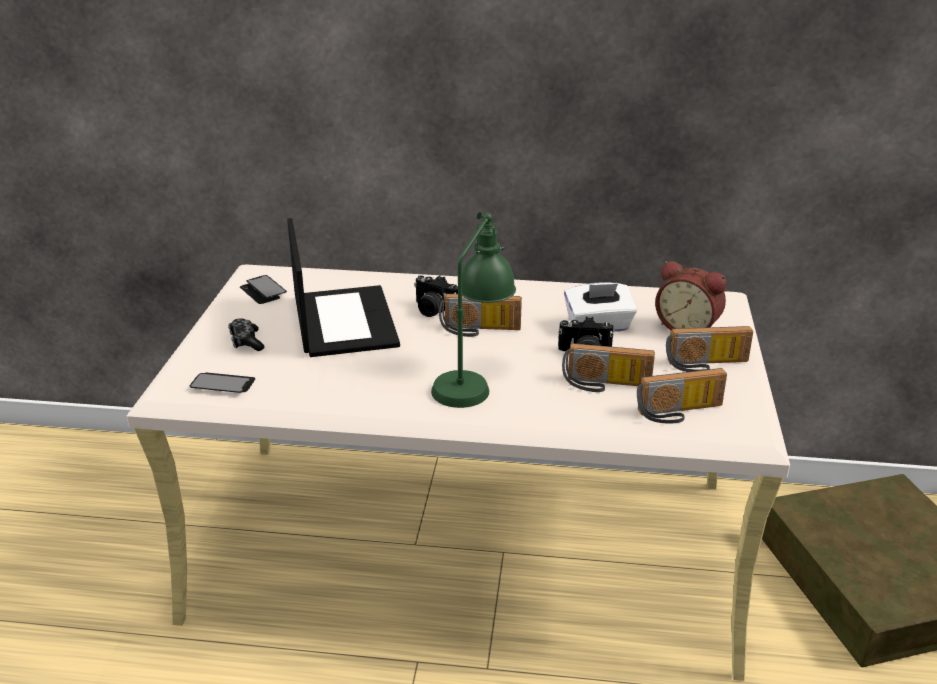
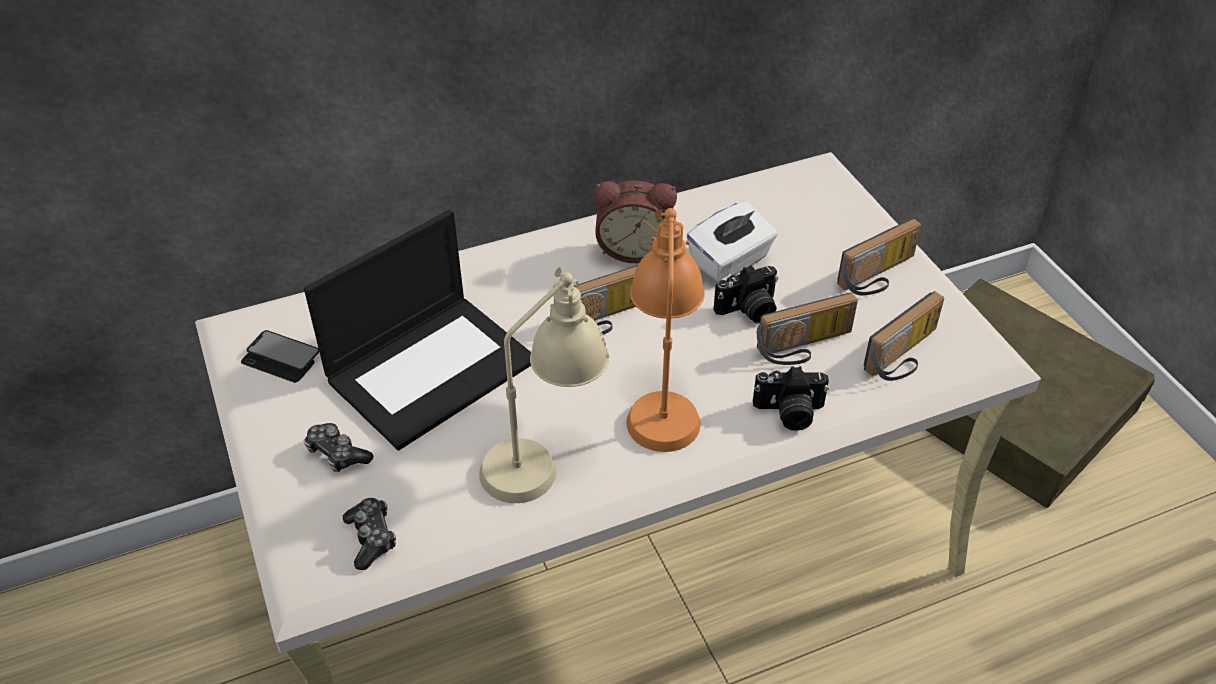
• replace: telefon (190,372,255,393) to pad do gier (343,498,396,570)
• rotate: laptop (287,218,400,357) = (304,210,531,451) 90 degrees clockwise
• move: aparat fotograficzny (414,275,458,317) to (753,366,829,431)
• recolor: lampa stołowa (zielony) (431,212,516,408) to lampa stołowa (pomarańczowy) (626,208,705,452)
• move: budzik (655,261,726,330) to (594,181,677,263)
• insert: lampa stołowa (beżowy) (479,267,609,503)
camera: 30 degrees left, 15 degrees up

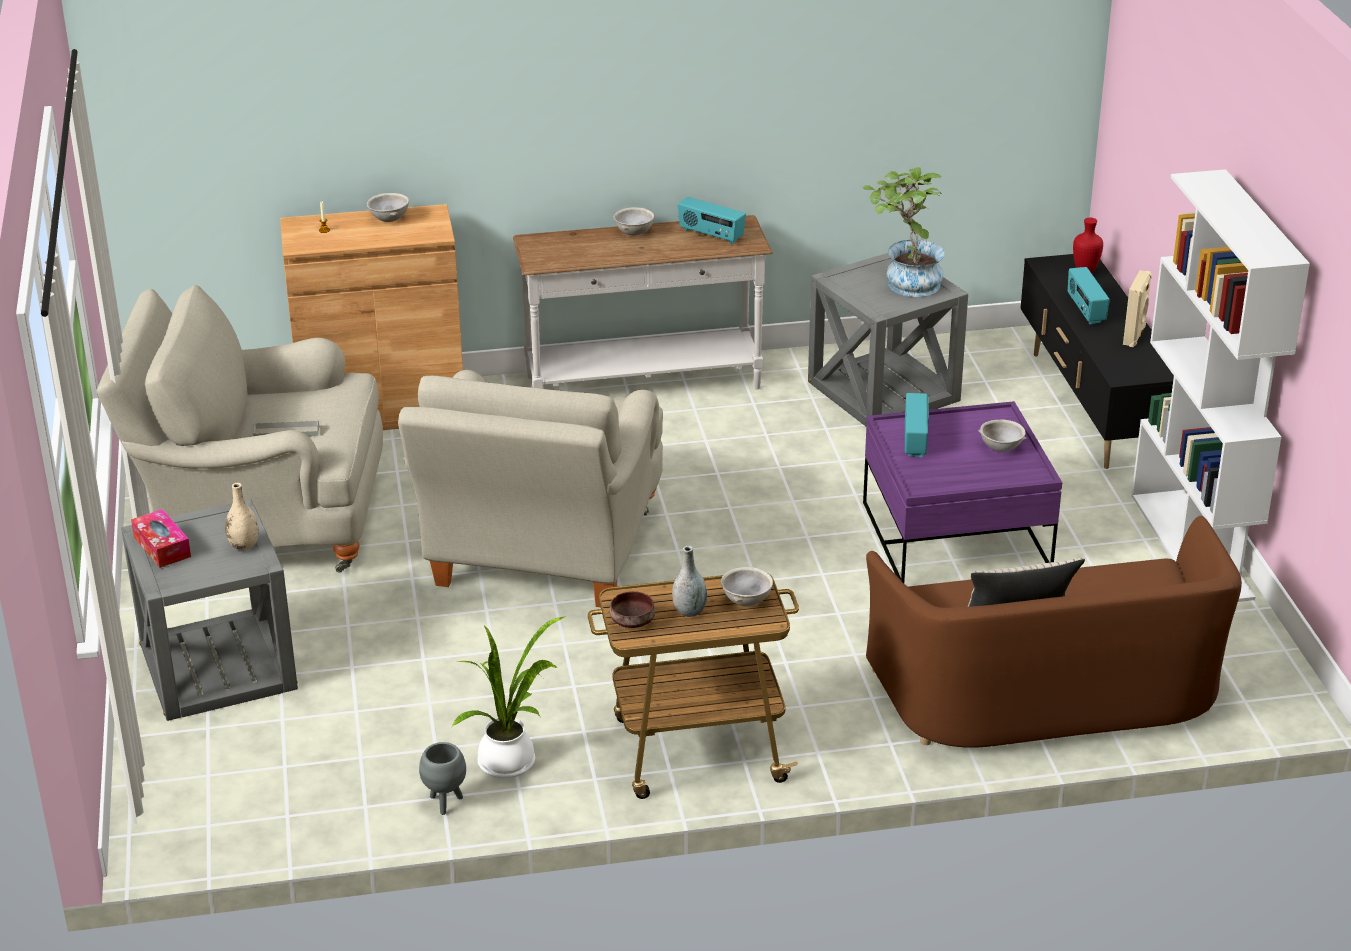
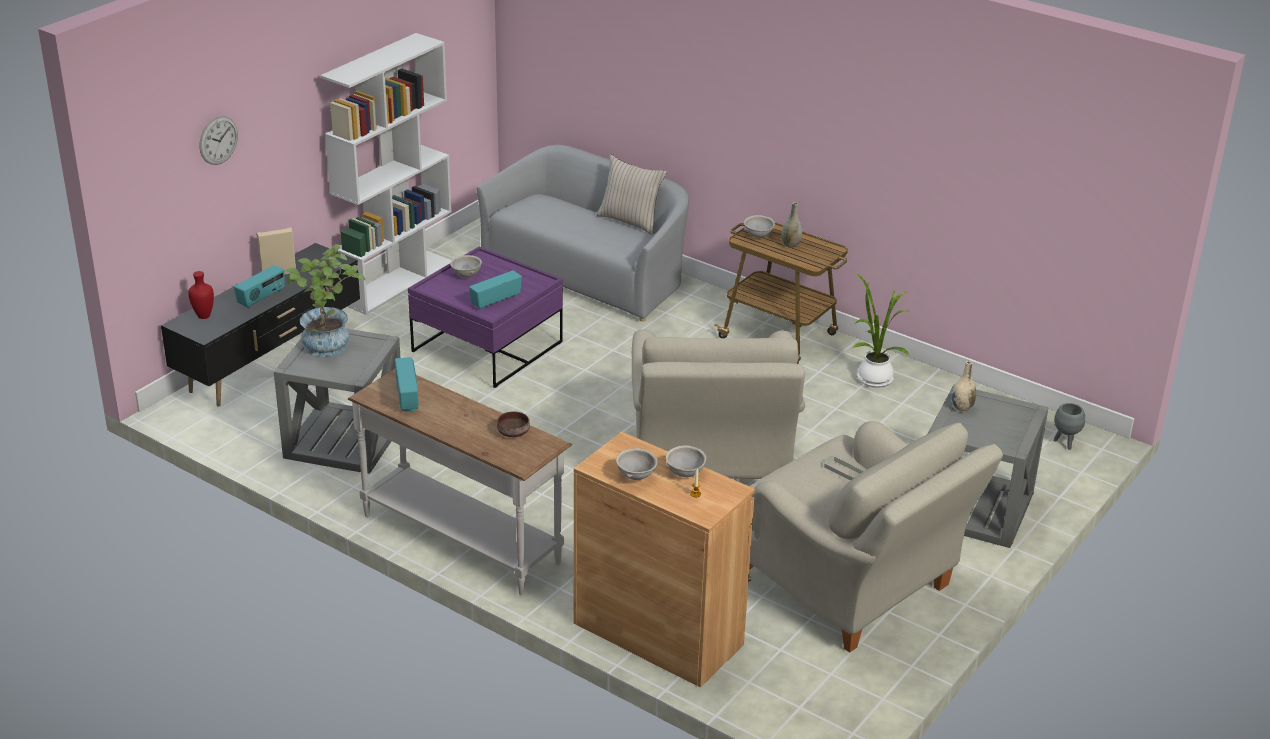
• delete: pudełko chusteczek (131,509,191,568)
• rotate: fotel (beżowy) (398,370,663,607) = (632,329,805,479) 120 degrees clockwise
• move: donica (szary) (419,742,466,815) to (1053,403,1085,450)
• move: miska (brązowy) (610,591,655,628) to (497,412,530,437)
• move: miska (szary) (613,207,654,236) to (665,445,707,477)
• recolor: kanapa (brązowy) (866,516,1242,748) to kanapa (szary) (476,145,689,322)
• insert: zegar ścienny (200,116,238,165)
camera: 135 degrees left, 0 degrees up

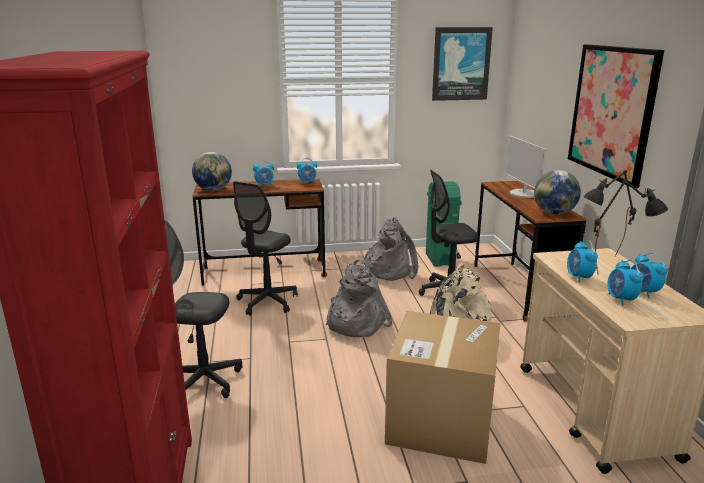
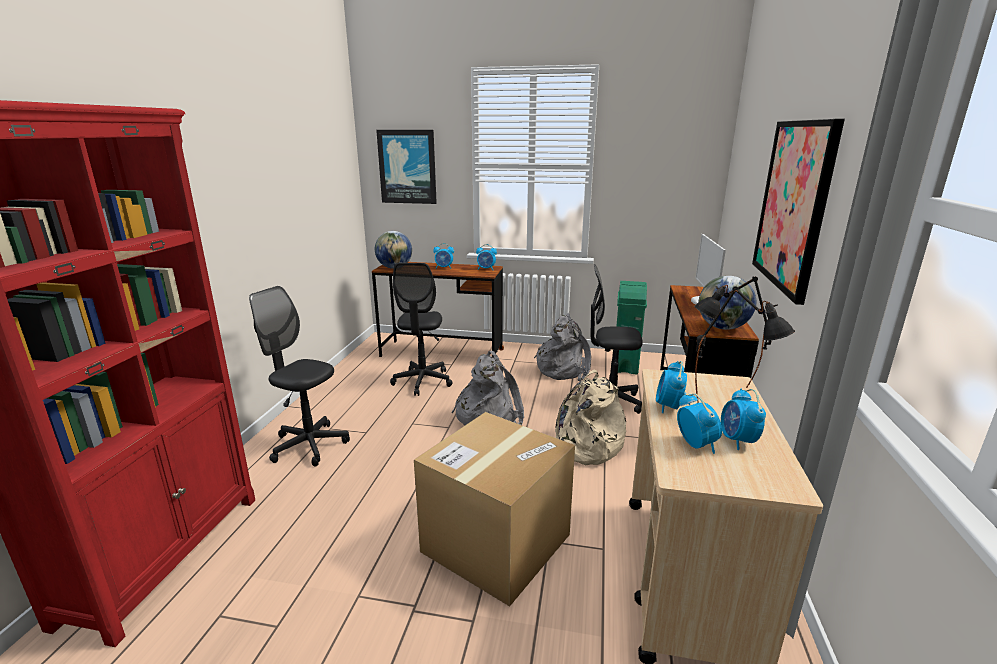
• rotate: krzesło biurowe (czarny) (233,181,298,316) = (390,263,453,396) 45 degrees counterclockwise
• move: obraz (432,27,493,101) to (376,130,437,204)
• rotate: budzik (607,259,643,306) = (677,393,722,454) 150 degrees clockwise
camera: 20 degrees right, 0 degrees up

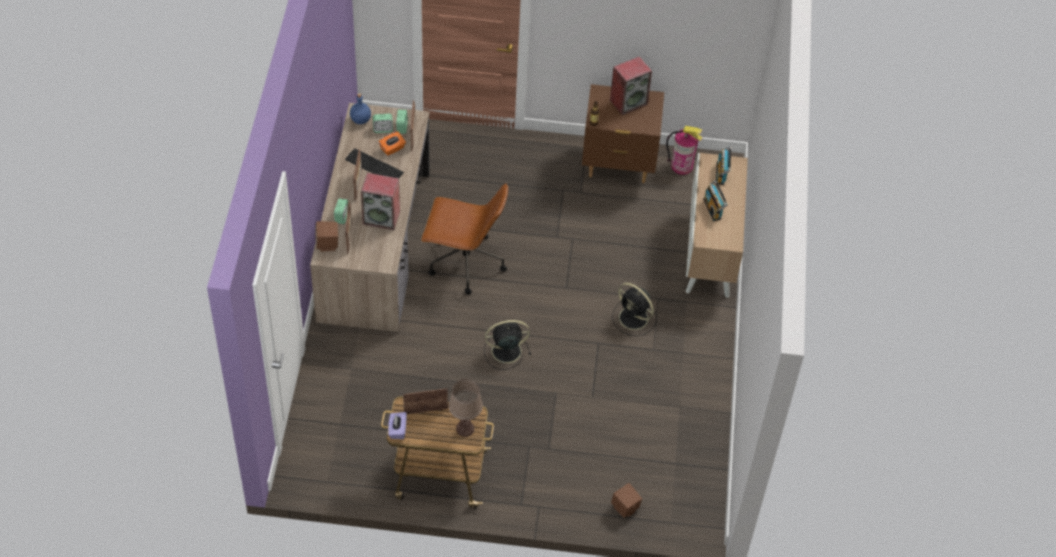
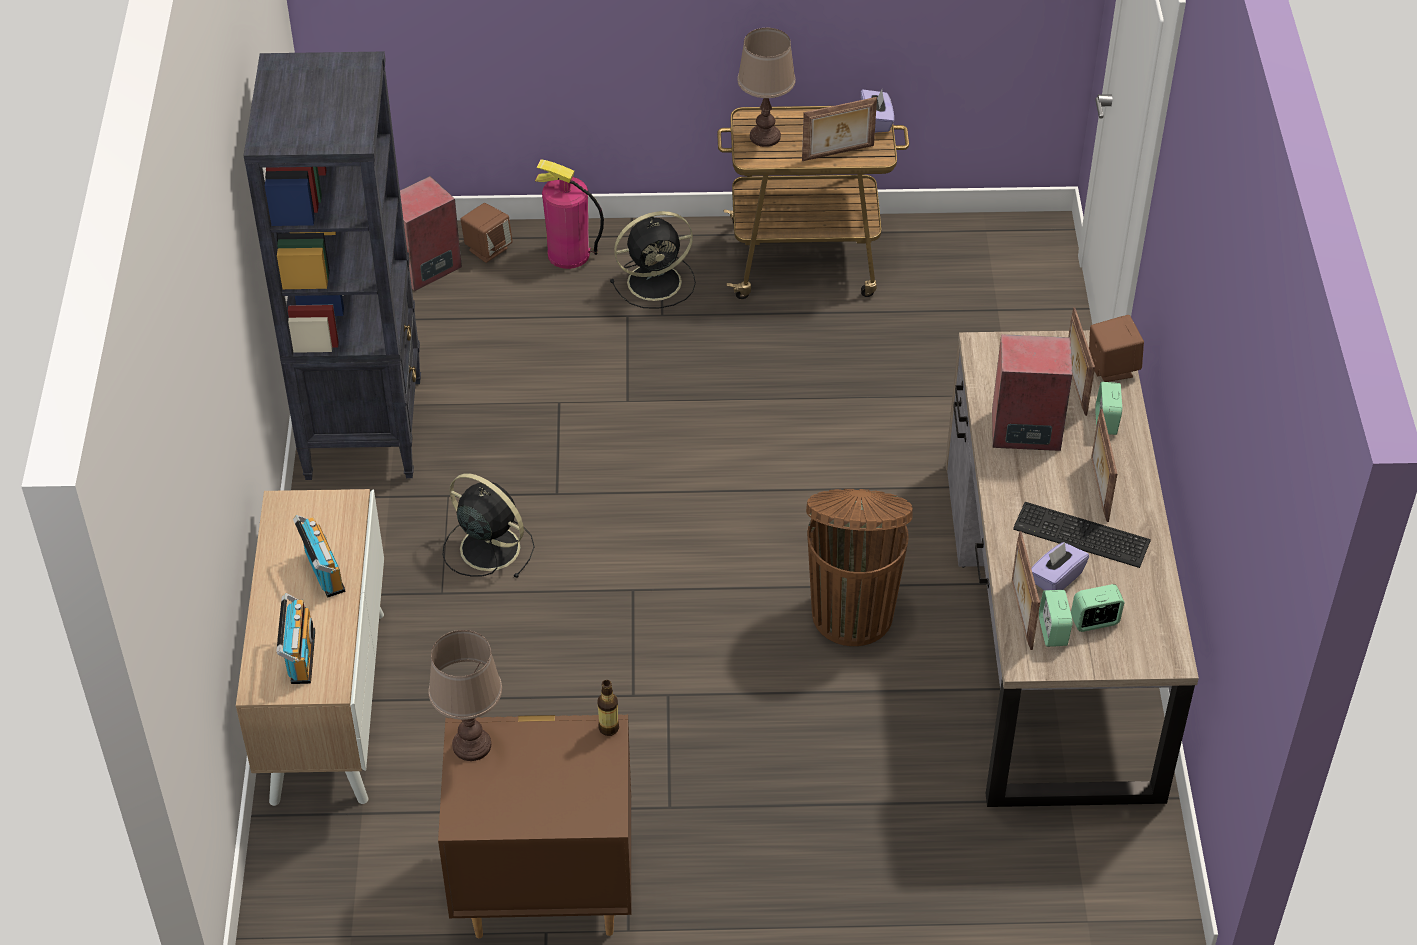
• delete: butelka (niebieski) (350,93,371,124)
• recolor: pudełko chusteczek (pomarańczowy) (379,131,406,156) to pudełko chusteczek (fioletowy) (1031,542,1089,591)
• replace: krzesło biurowe (brązowy) (421,183,508,295) to kosz na śmieci (brązowy) (806,489,913,646)
• move: wentylator (czarny) (484,320,531,370) to (610,211,696,309)
• move: głośnik (610,56,652,115) to (400,176,462,291)
• move: gaśnica (666,126,703,175) to (535,159,604,269)
• insert: regał (czarny) (244,51,421,480)
• insert: lampa stołowa (brązowy) (429,630,502,761)
camera: 175 degrees right, 5 degrees down

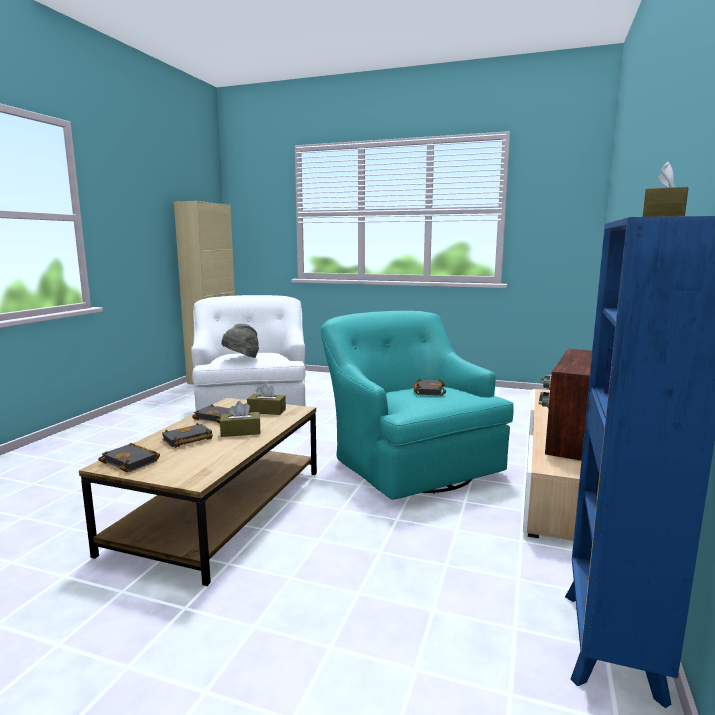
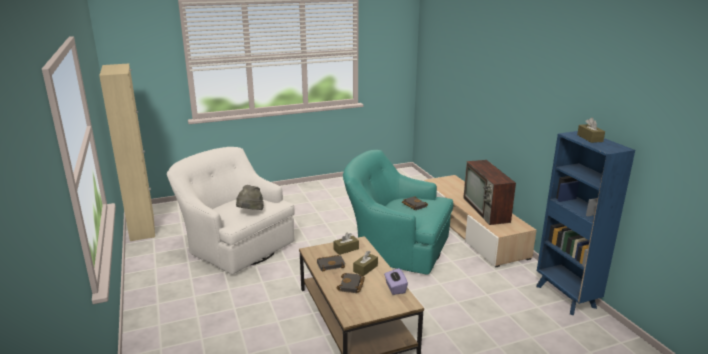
• delete: książka (czarny) (98,443,160,472)
• insert: pudełko chusteczek (fioletowy) (384,268,408,295)
camera: 40 degrees left, 10 degrees up

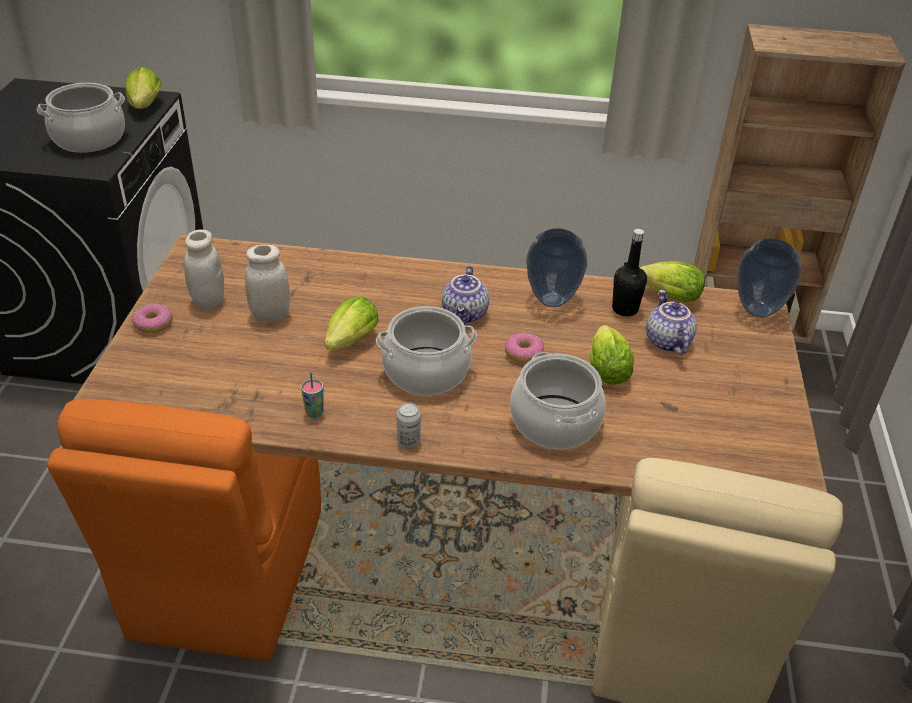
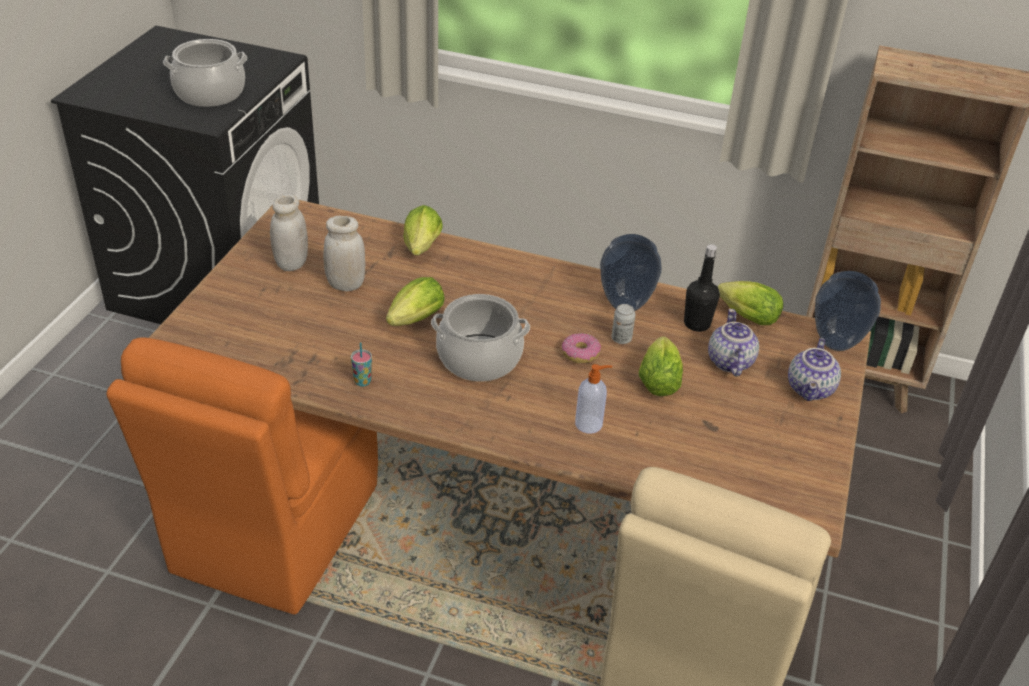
• move: sałata (125,66,162,109) to (404,205,443,255)
• delete: donut (132,304,173,333)
• move: puszka (397,403,421,447) to (611,304,636,344)
• move: imbryk (442,266,489,324) to (788,338,841,401)
• replace: garnek (510,352,606,449) to dozownik mydła (575,364,612,434)
camera: 10 degrees right, 0 degrees up

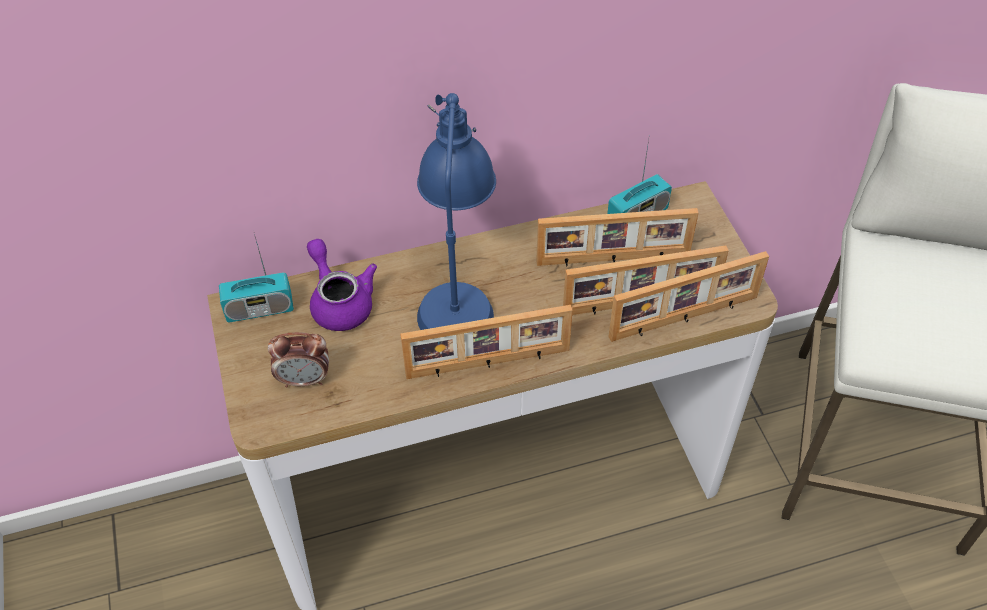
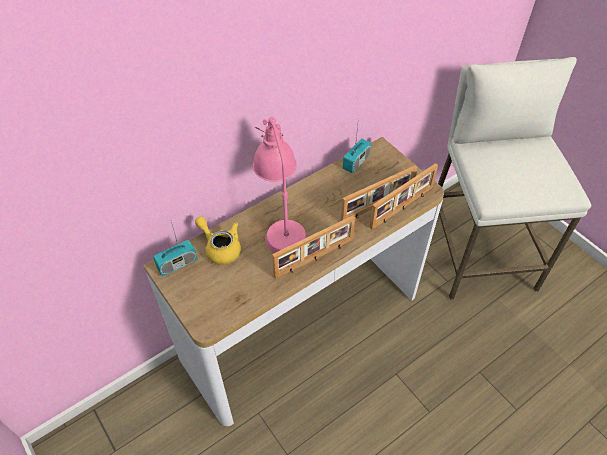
• delete: budzik (268,332,329,388)
• recolor: imbryk (fioletowy) (307,239,377,331) to imbryk (żółty) (195,216,241,265)
• recolor: lampa stołowa (niebieski) (417,93,496,330) to lampa stołowa (różowy) (253,117,308,253)
• delete: ramka na zdjęcie (536,208,698,266)
camera: 20 degrees left, 0 degrees up

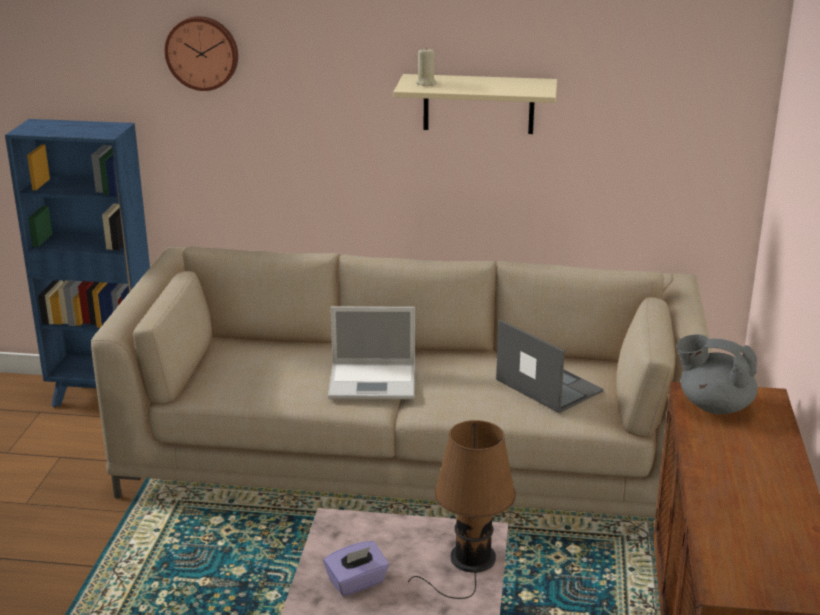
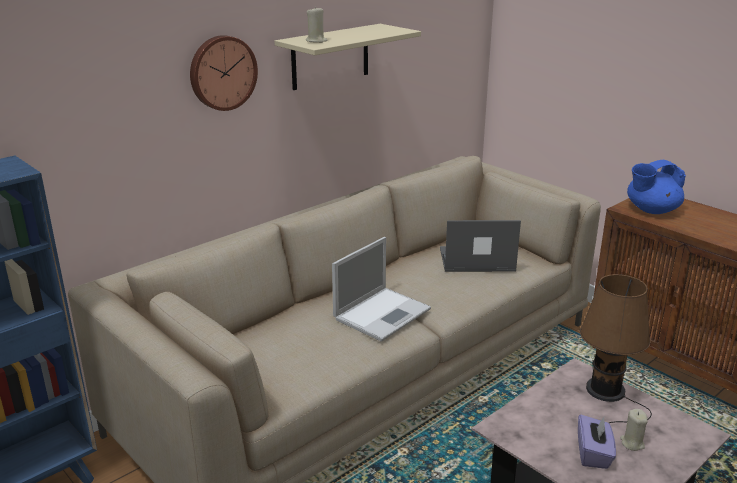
• move: zegar ścienny (165,16,238,91) to (190,35,258,111)
• recolor: imbryk (szary) (676,334,758,414) to imbryk (niebieski) (627,160,686,214)
• insert: świeca (beżowy) (620,409,648,451)
camera: 50 degrees left, 0 degrees up

